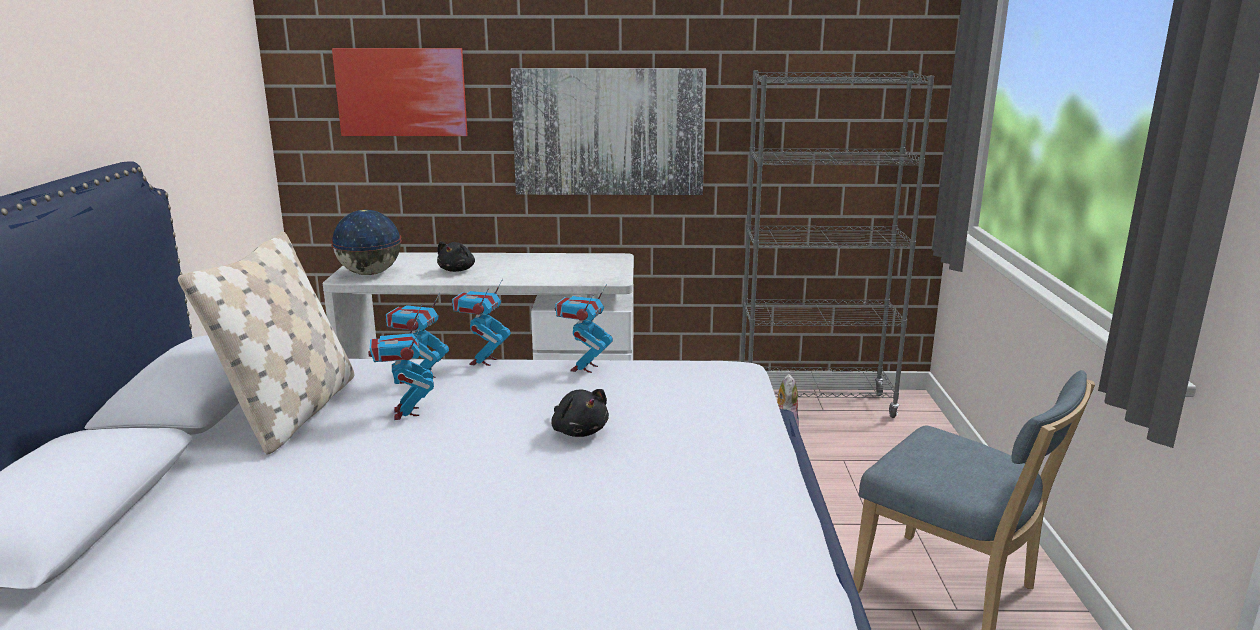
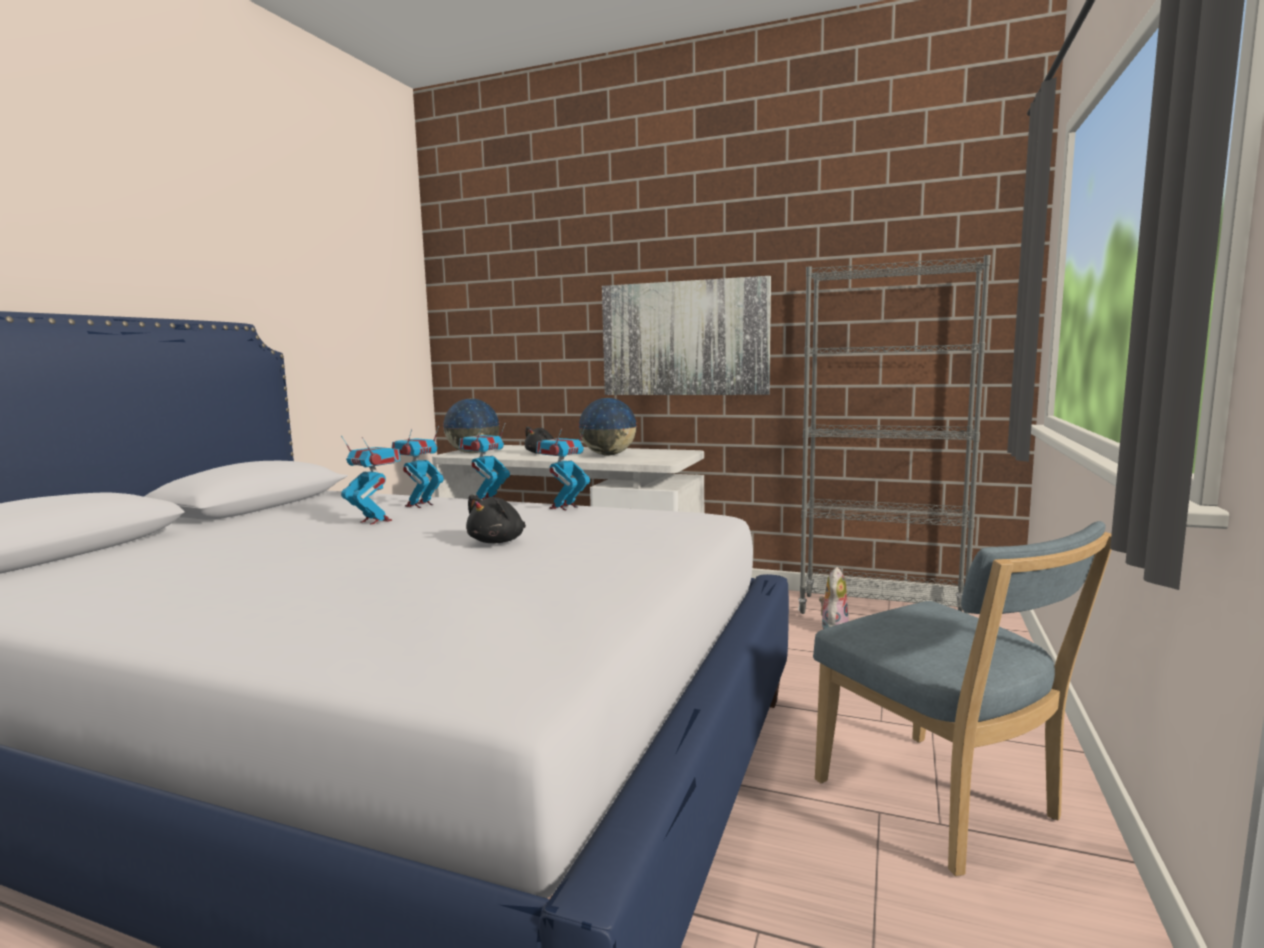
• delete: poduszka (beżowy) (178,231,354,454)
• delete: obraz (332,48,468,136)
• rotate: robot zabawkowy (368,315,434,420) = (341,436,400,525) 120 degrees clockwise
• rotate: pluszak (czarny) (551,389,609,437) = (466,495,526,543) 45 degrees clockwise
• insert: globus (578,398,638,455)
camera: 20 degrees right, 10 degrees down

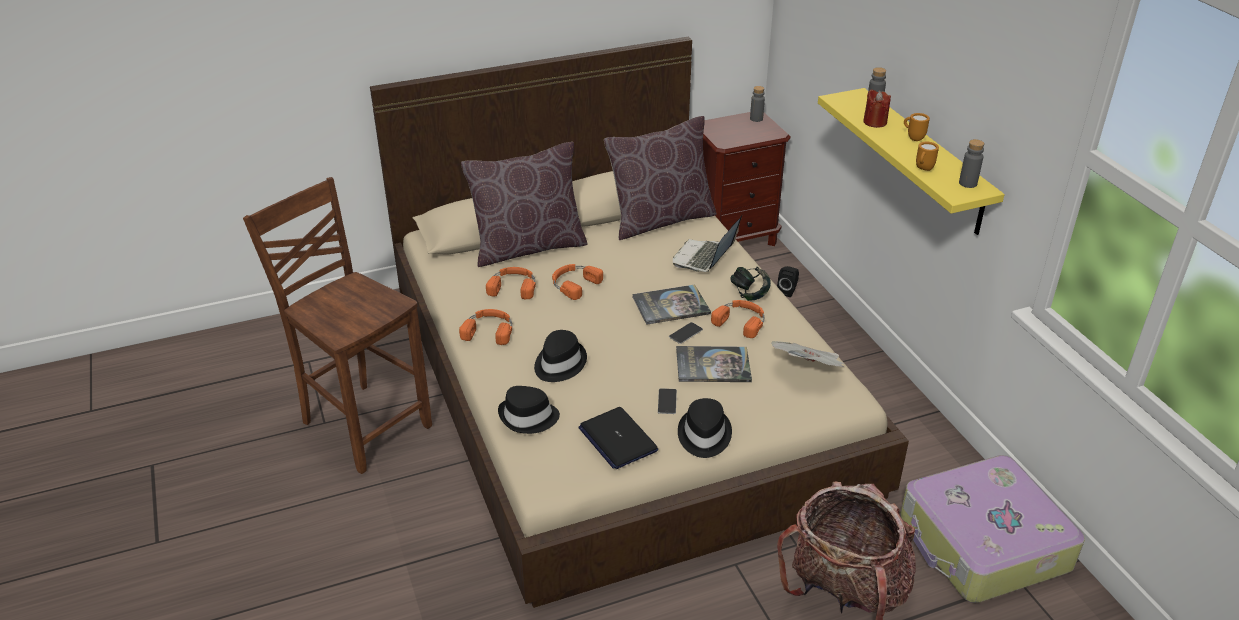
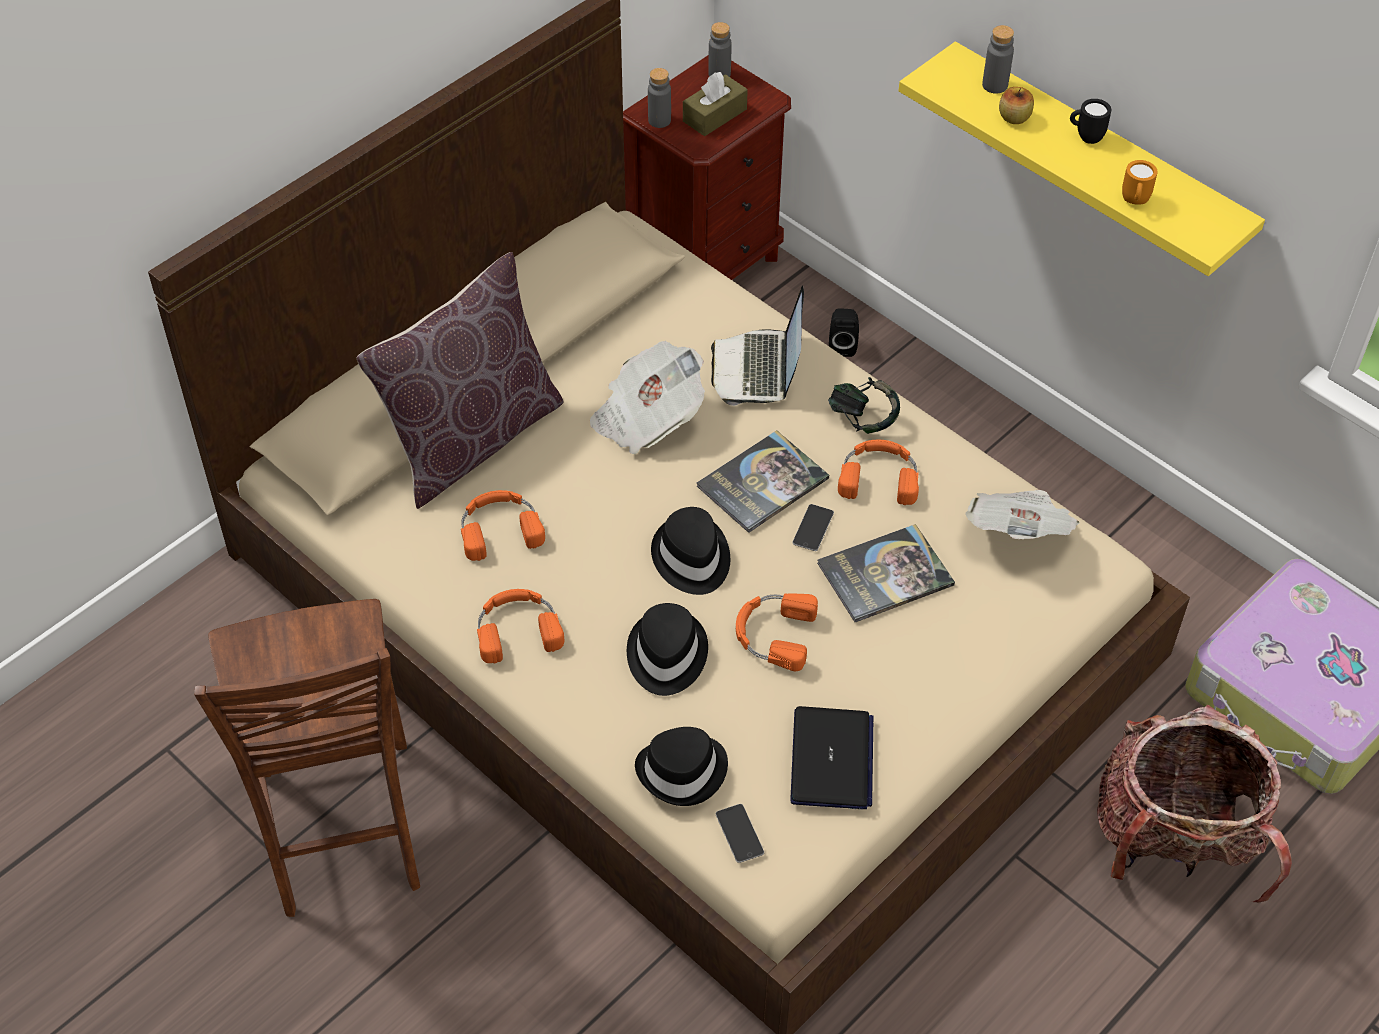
• rotate: krzesło (brązowy) (243,177,432,474) = (194,599,420,917) 120 degrees counterclockwise
• move: słuchawki (pomarańczowy) (552,264,603,300) to (736,593,818,671)
• rotate: laptop (578,407,658,469) = (790,706,873,810) 120 degrees counterclockwise
• delete: poduszka (brązowy) (604,116,716,240)
• move: telefon (658,388,677,414) to (716,804,764,863)
• move: kapelusz (czarny) (678,398,732,458) to (651,507,730,595)
• replace: świeca (czerwony) (863,90,891,128) to jabłko (999,87,1034,124)
• recolor: kubek (pomarańczowy) (904,113,930,141) to kubek (czarny) (1070,99,1111,144)
• move: butelka (szary) (959,139,984,188) to (648,68,671,128)
• insert: gazeta (590,341,705,455)
• insert: pudełko chusteczek (brązowy) (683,72,748,136)
camera: 25 degrees left, 15 degrees up

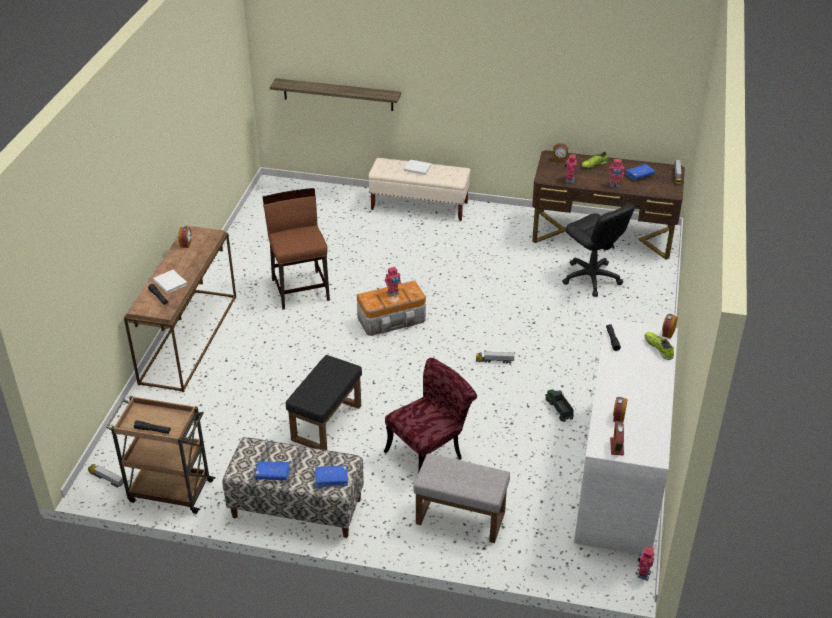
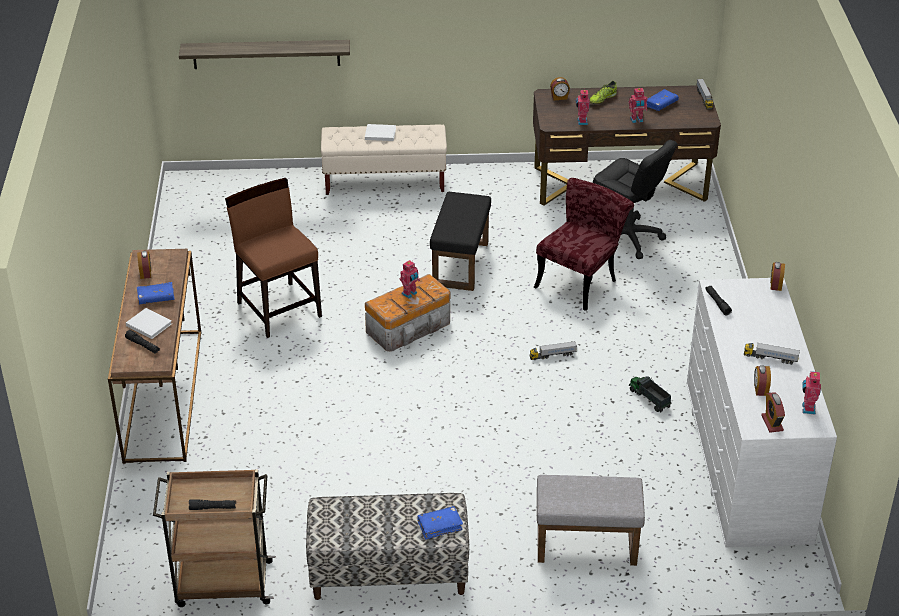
• move: ciężarówka zabawkowa (88,464,124,488) to (744,343,800,365)
• move: książka (niebieski) (255,461,290,480) to (137,282,174,304)
• move: pufa (czarny) (286,355,362,450) to (430,192,491,291)
• move: krzesło (czerwony) (384,358,477,473) to (533,178,634,311)
• move: robot zabawkowy (638,546,654,581) to (802,370,821,415)
• delete: but (645,332,674,360)
camera: 15 degrees left, 0 degrees up

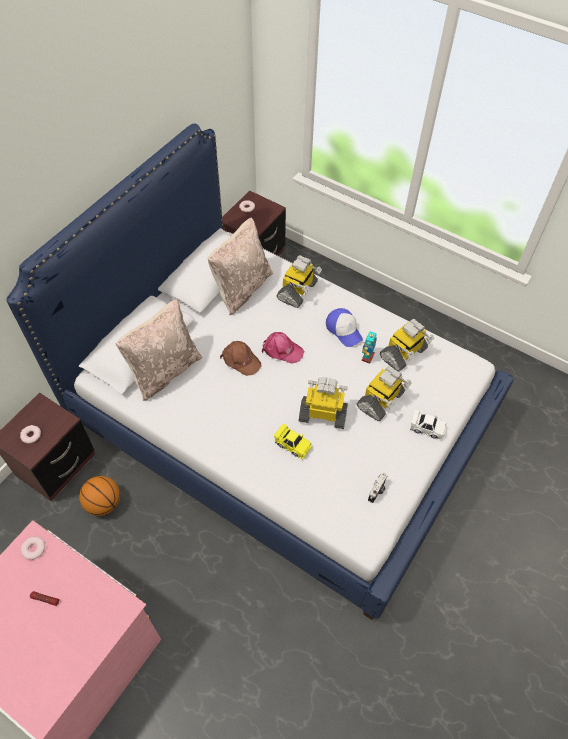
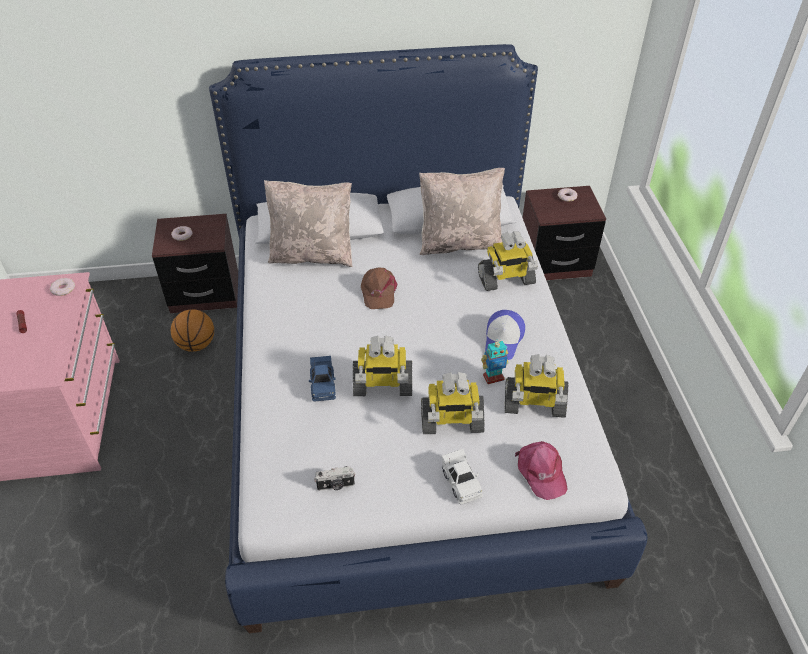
• move: czapka z daszkiem (różowy) (262,332,304,364) to (515,441,567,500)
• recolor: samochodzik (żółty) (274,423,312,459) to samochodzik (niebieski) (309,356,336,401)
• rotate: robot zabawkowy (299,377,348,429) = (353,336,412,396) 120 degrees clockwise
camera: 50 degrees right, 10 degrees down

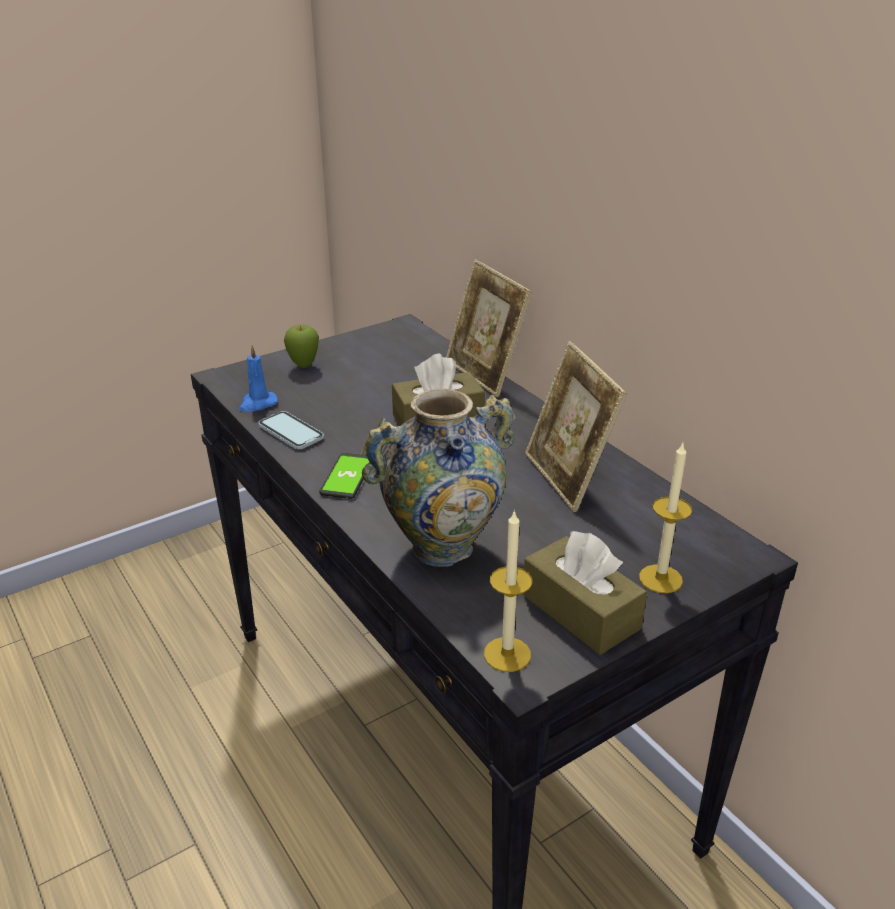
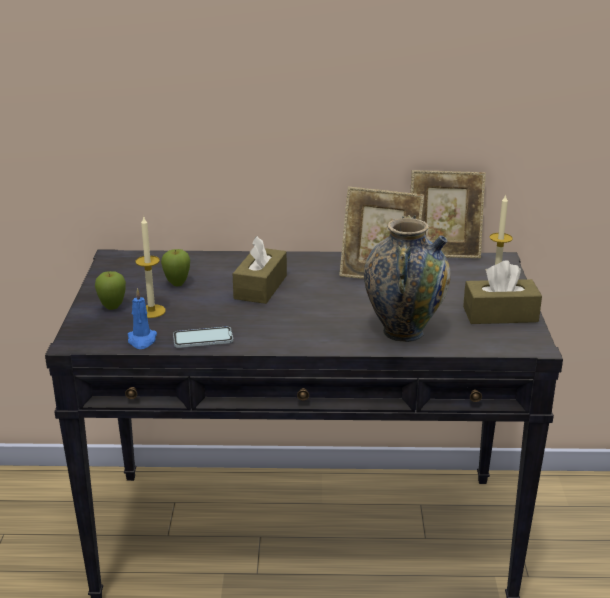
• delete: telefon (319,453,370,499)
• move: ramka na zdjęcie (446,259,532,397) to (411,170,486,258)
• move: świeca (484,510,532,672) to (135,217,166,318)
• insert: jabłko (161,249,190,286)
camera: 55 degrees left, 5 degrees down

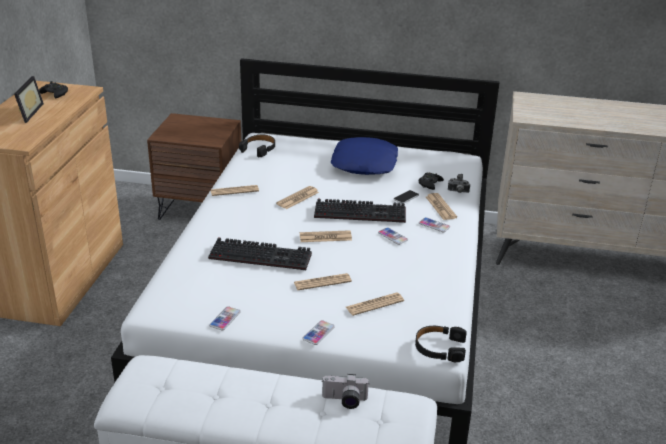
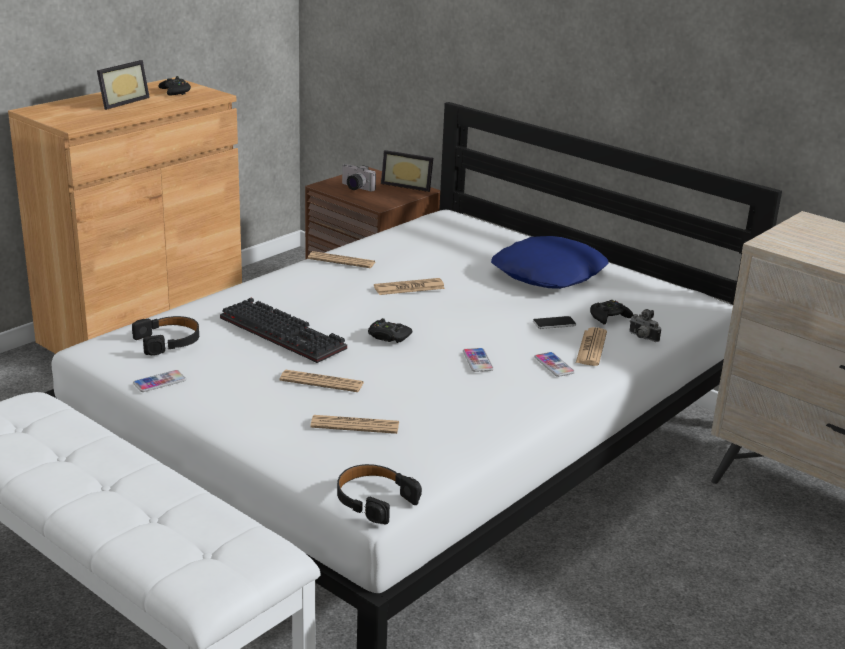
• move: słuchawki (czarny) (239,135,275,158) to (132,316,199,355)
• replace: gazeta (300,230,352,242) to pad do gier (czarny) (368,318,412,343)
• delete: telefon (302,320,335,345)
• delete: klawiatura (314,199,406,223)
• move: aparat fotograficzny (322,374,369,409) to (342,164,376,191)
• insert: ramka na zdjęcie (381,150,433,192)
camera: 30 degrees right, 5 degrees down

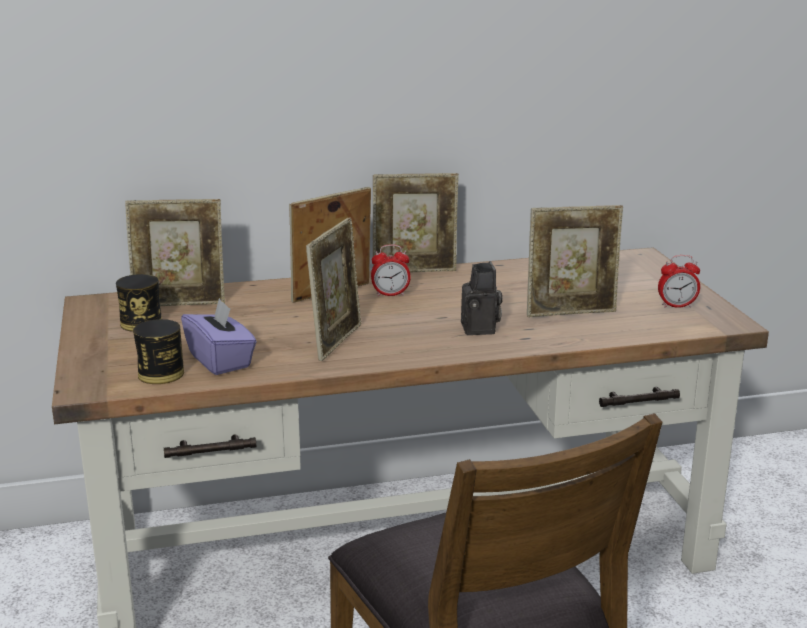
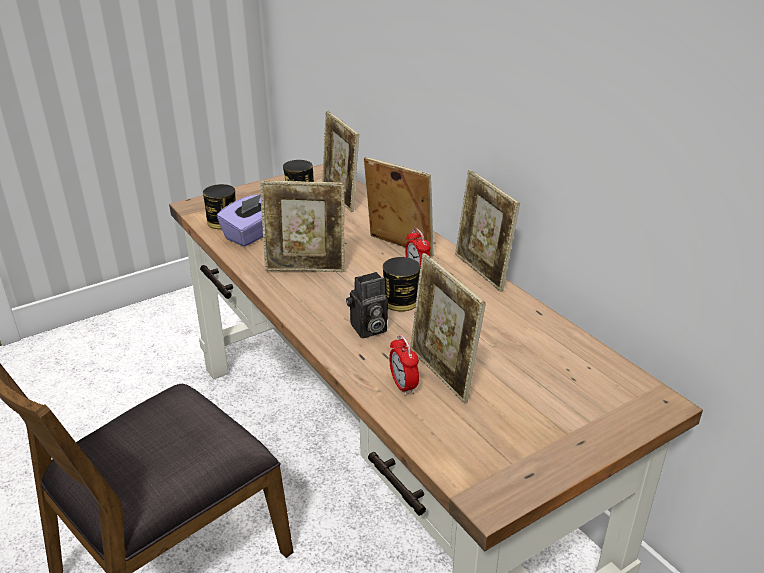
• move: budzik (658,255,700,308) to (389,335,419,396)
• insert: puszka (383,257,420,311)
camera: 70 degrees right, 10 degrees up

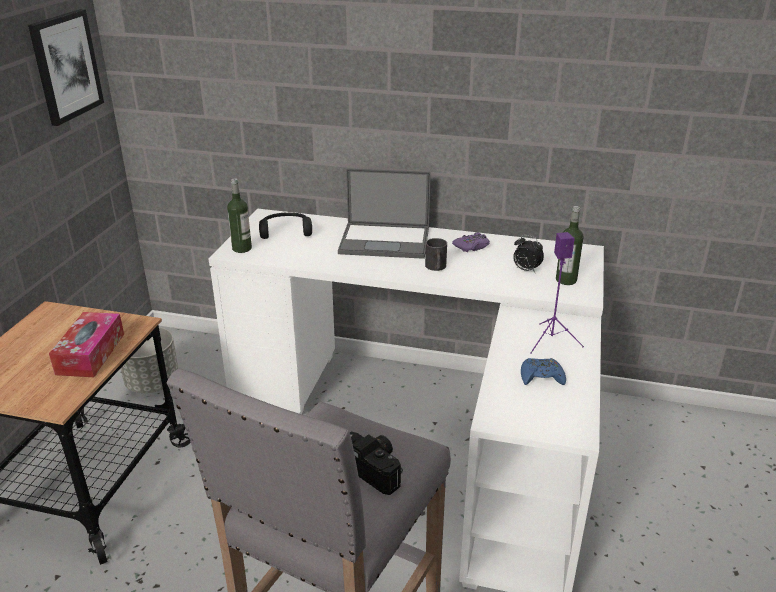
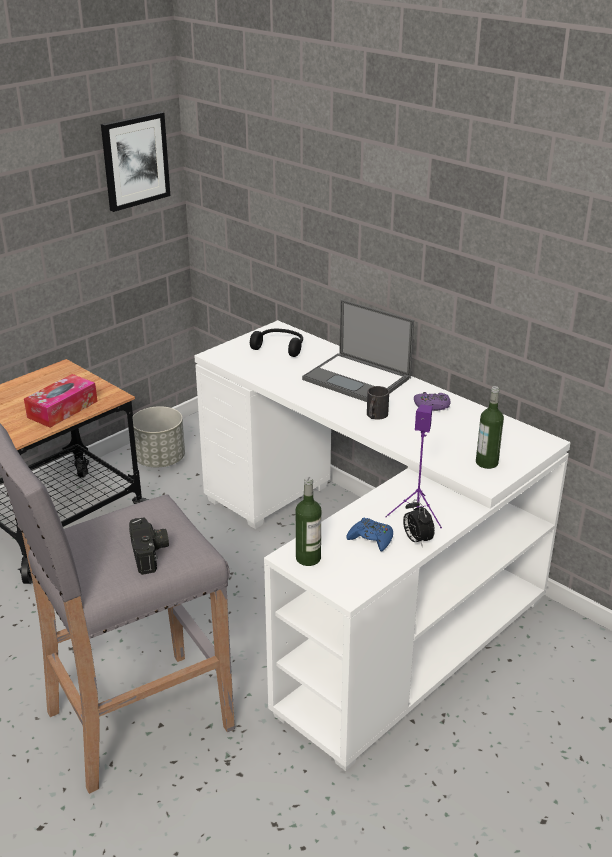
• move: butelka (227,178,252,253) to (296,477,321,566)
• move: budzik (513,235,544,272) to (403,499,435,548)
camera: 30 degrees right, 0 degrees up

